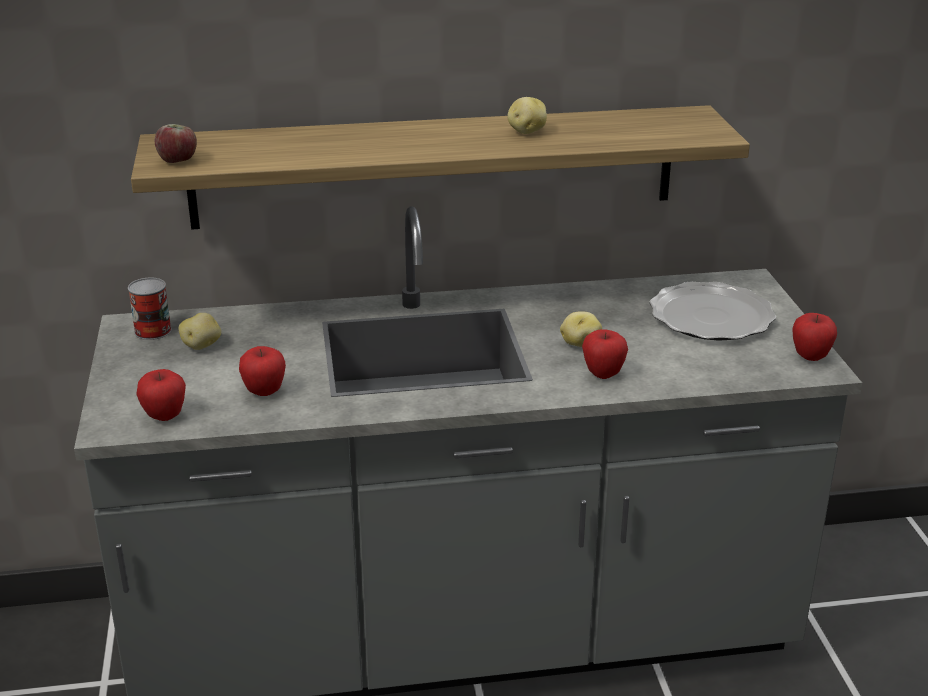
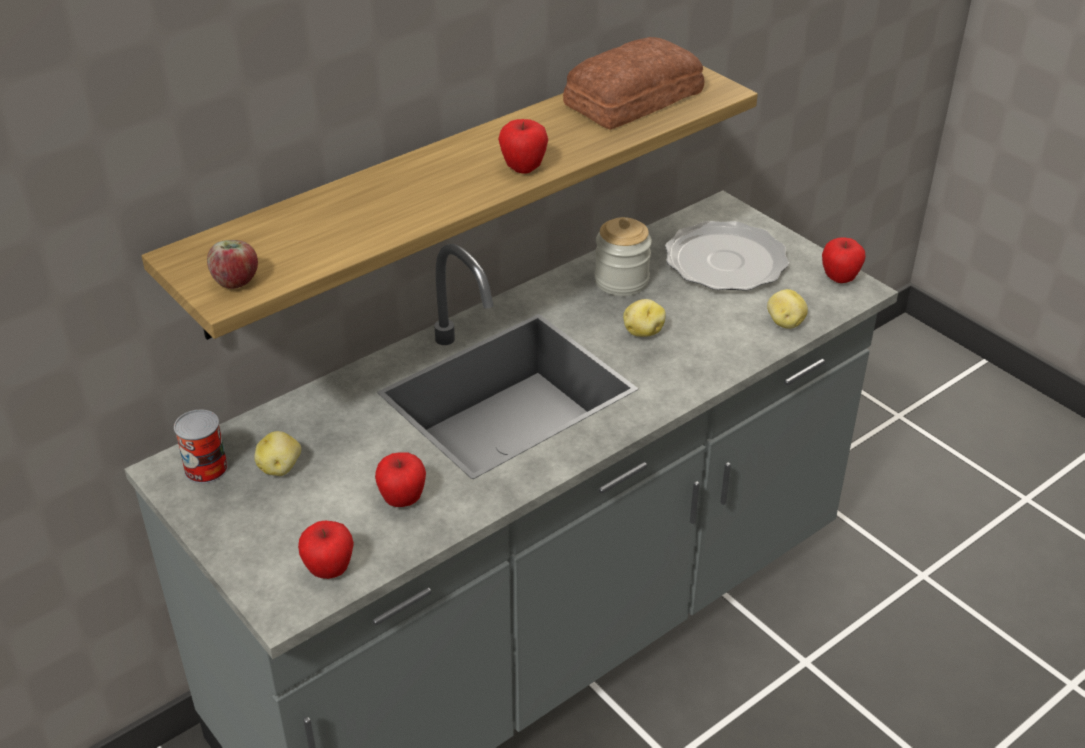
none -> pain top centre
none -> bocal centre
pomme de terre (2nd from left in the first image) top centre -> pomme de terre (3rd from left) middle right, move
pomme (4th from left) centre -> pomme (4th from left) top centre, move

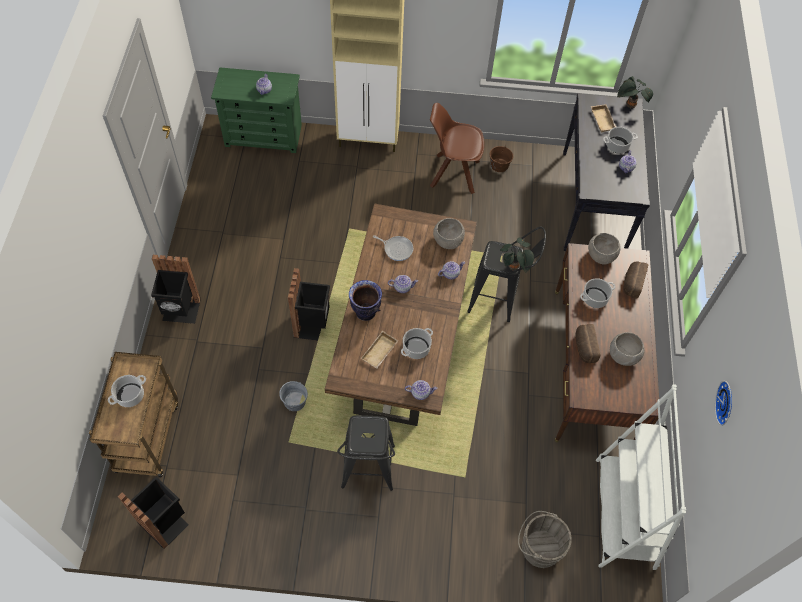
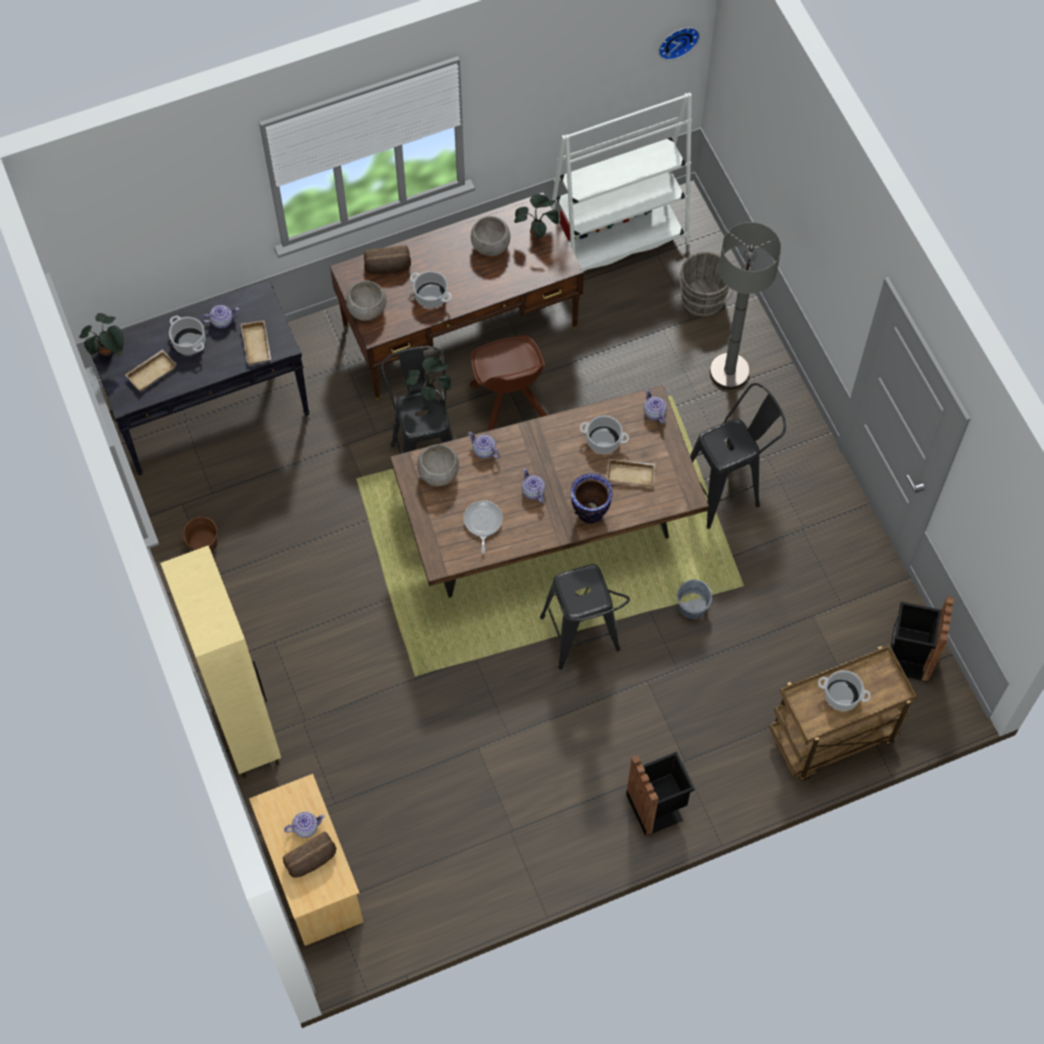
none -> plateau (beige) (2nd from left) top left
none -> plante en pot (3rd from left) top centre
none -> lampadaire (gris) top right
chaise (marron) top centre -> chaise (marron) centre, move
pain (1st from left) middle right -> pain (1st from left) bottom left, move
horloge murale bottom right -> horloge murale top centre, move
poubelle (noir) (3rd from left) centre -> tabouret (noir) (2nd from left) centre
commode (vert) top left -> commode (beige) bottom left

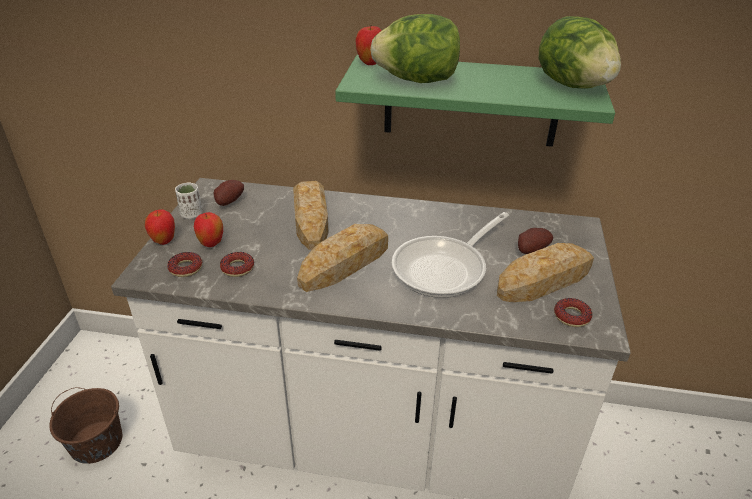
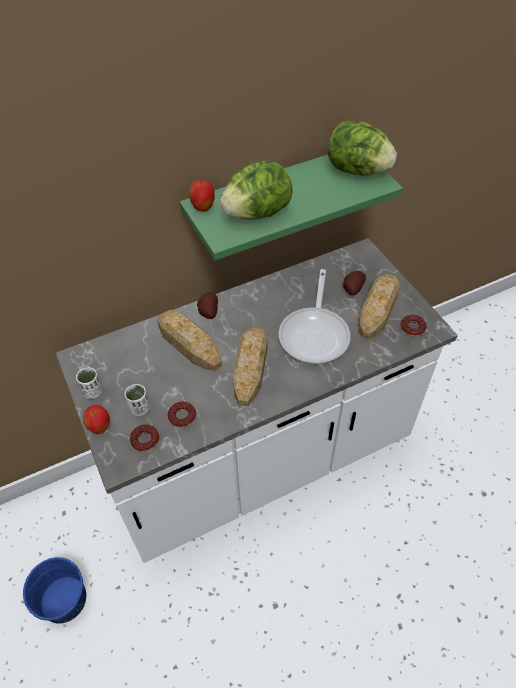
pomme de terre (1st from left) middle left -> pomme de terre (1st from left) centre, move
pomme (2nd from left) middle left -> tasse (blanc) (2nd from left) middle left
seau (marron) bottom left -> seau (bleu) bottom left

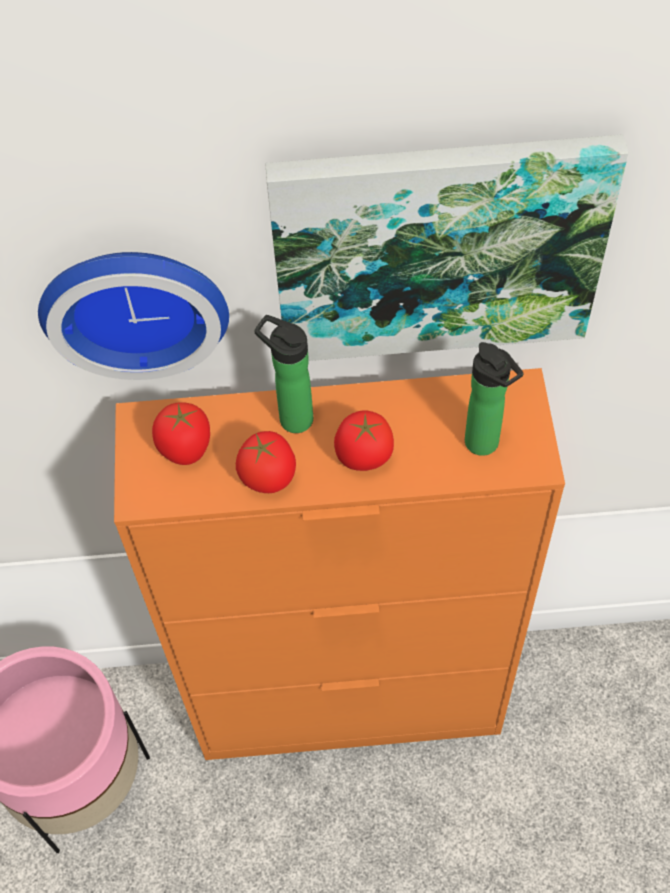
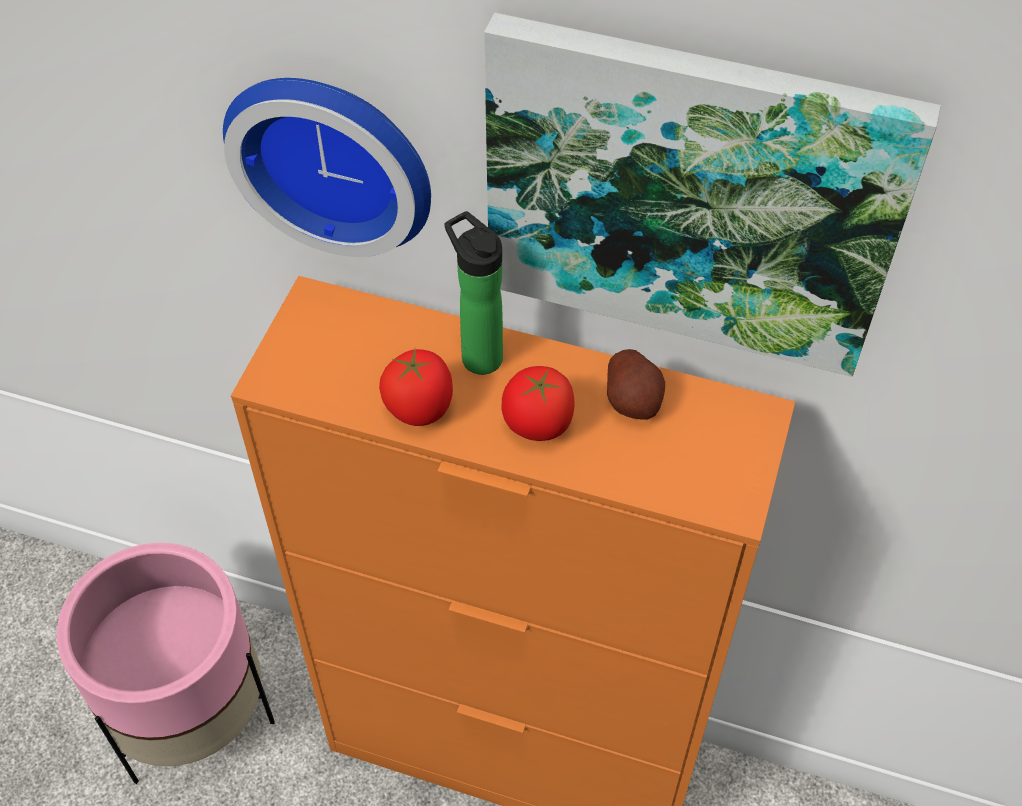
tomate (1st from left) middle left -> none
bouteille (2nd from left) middle right -> none
none -> pomme de terre centre

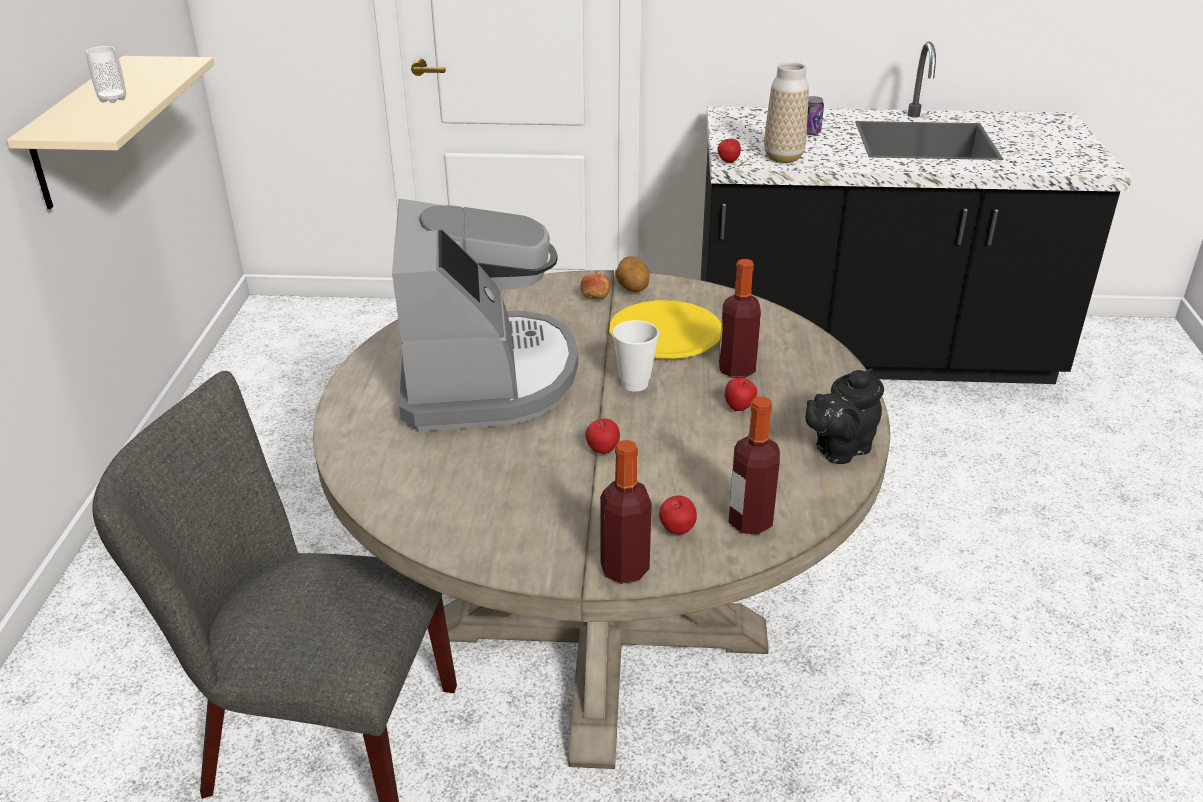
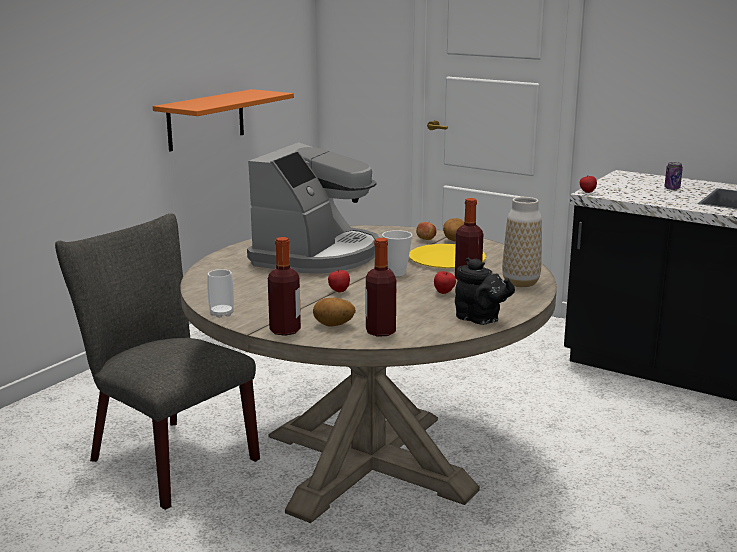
tasse (1st from left) top left -> tasse (1st from left) middle left, move
vase top centre -> vase middle right, move
pomme (3rd from left) centre -> pomme de terre (1st from left) centre
étagère (beige) top left -> étagère (orange) top left
théière (noir) middle right -> théière (noir) centre, 135 degrees counterclockwise

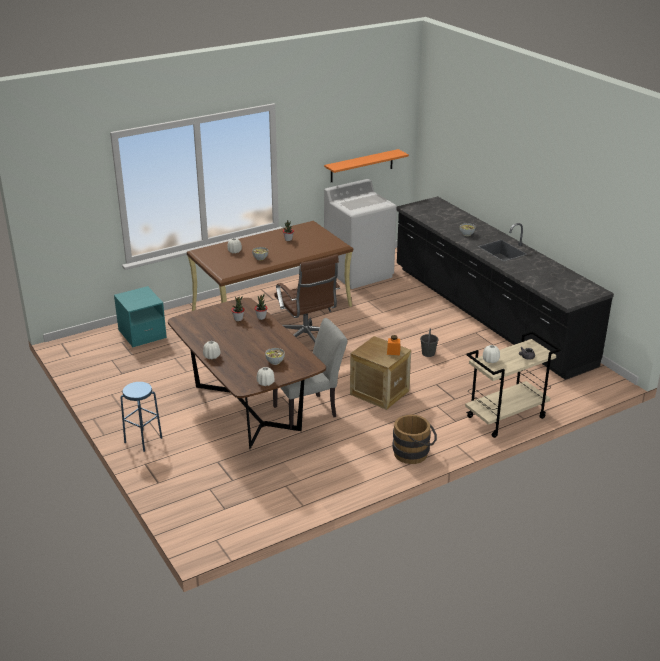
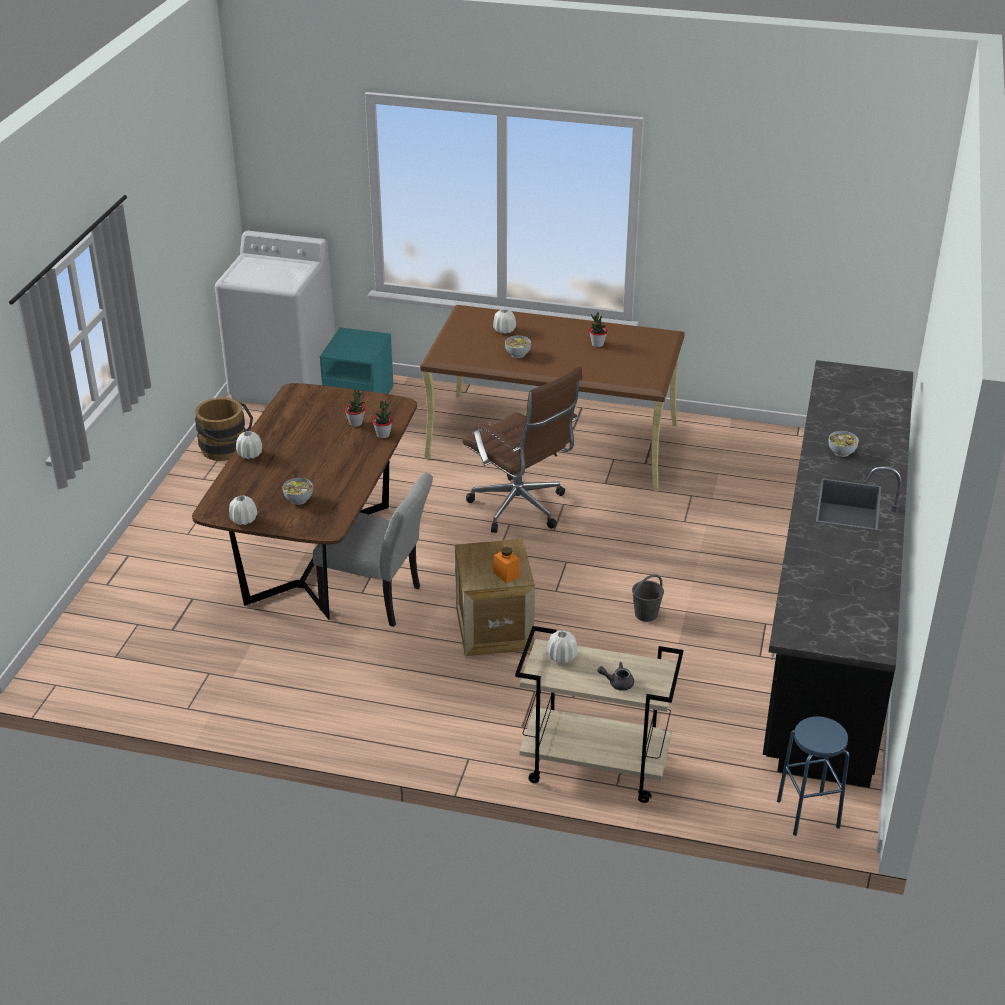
étagère (orange) top centre -> none
tabouret (bleu) middle left -> tabouret (bleu) bottom right, move
lave-linge (blanc) centre -> lave-linge (blanc) top left, move
seau (marron) centre -> seau (marron) middle left, move
chaise de bureau (marron) centre, 60 degrees counterclockwise

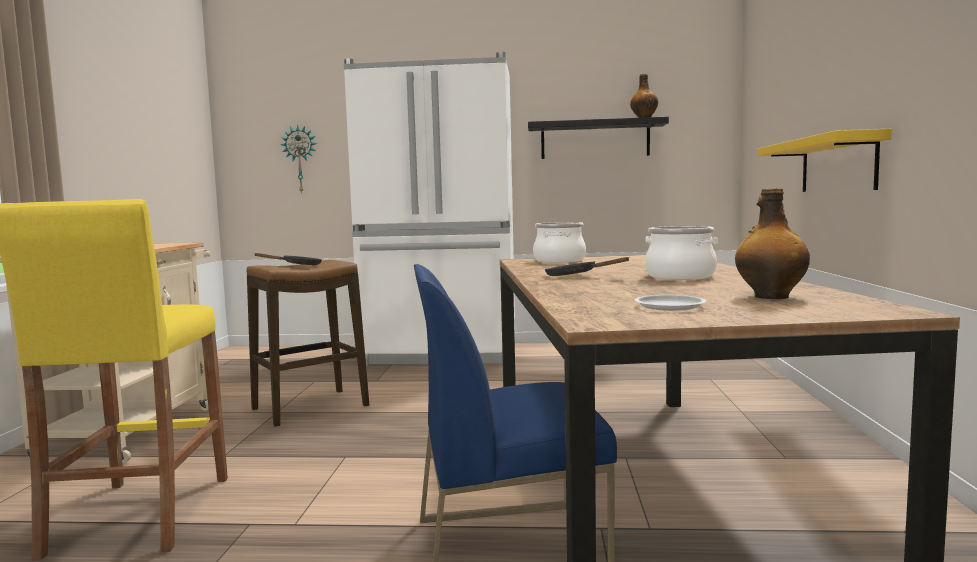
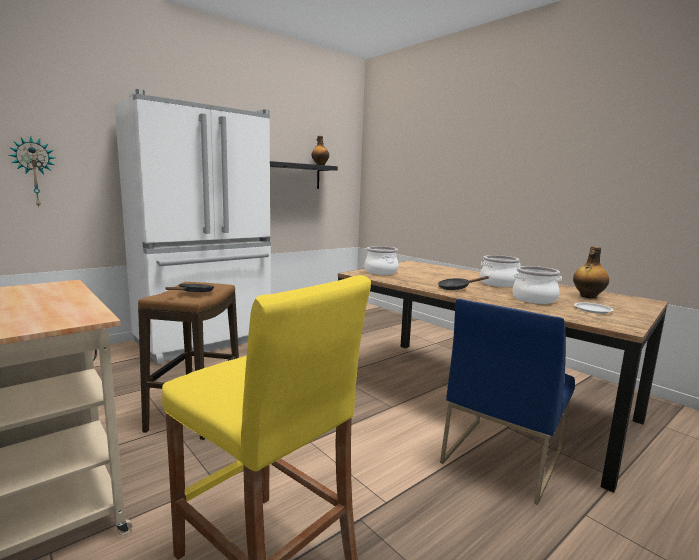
étagère (jaune) top right -> none
none -> marmite (3rd from left) middle right

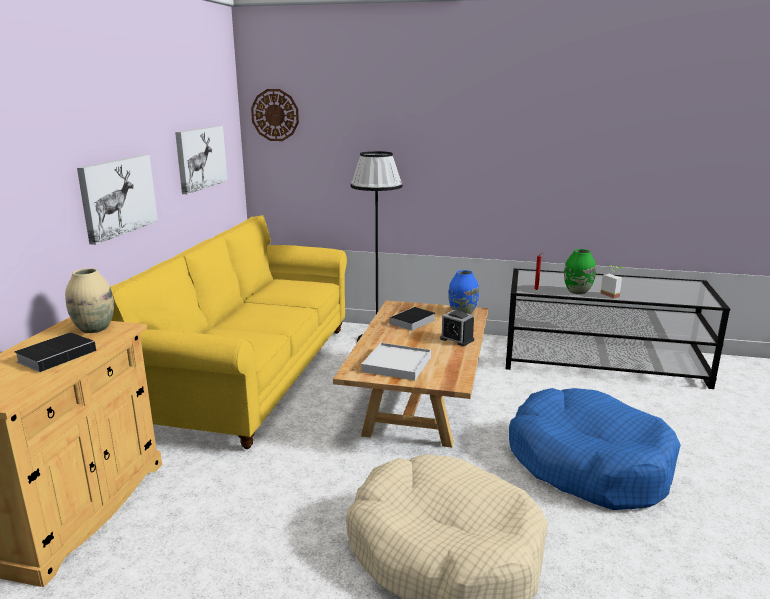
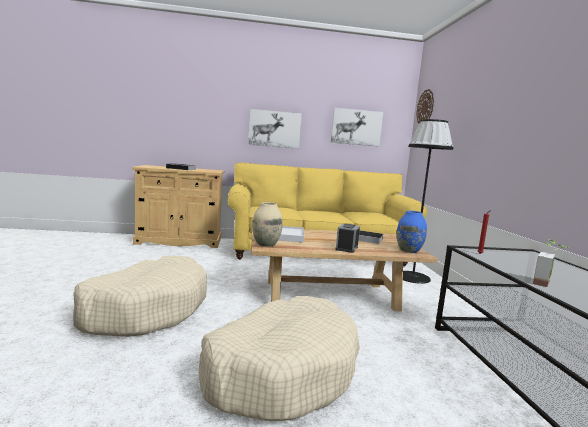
vase (vert) middle right -> none
vase (beige) middle left -> vase (beige) centre, move
panier pour chien (bleu) bottom right -> panier pour chien (beige) (2nd from left) bottom centre

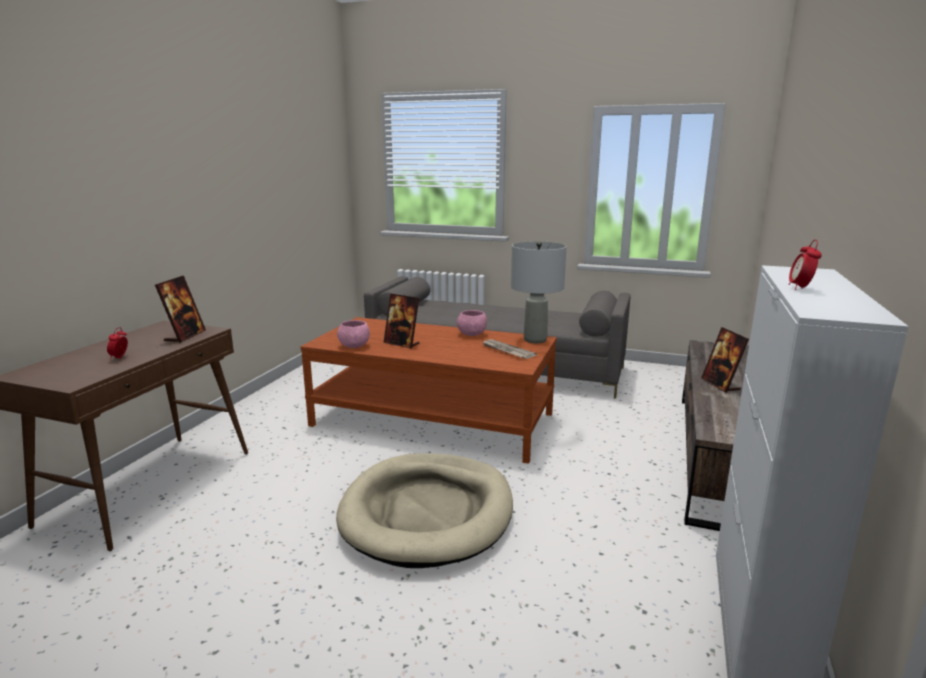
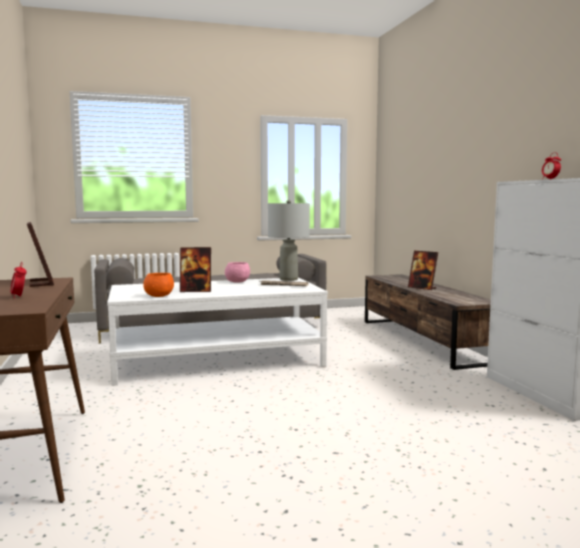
panier pour chien (beige) bottom centre -> none
table basse (marron) centre -> table basse (blanc) centre
bol (rose) (1st from left) centre -> bol (orange) middle left

